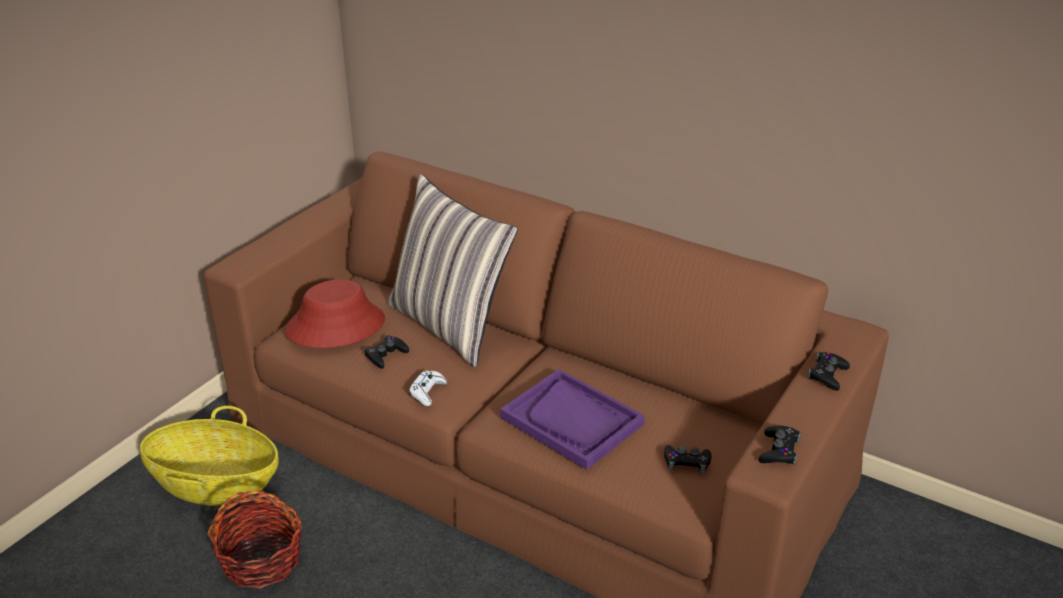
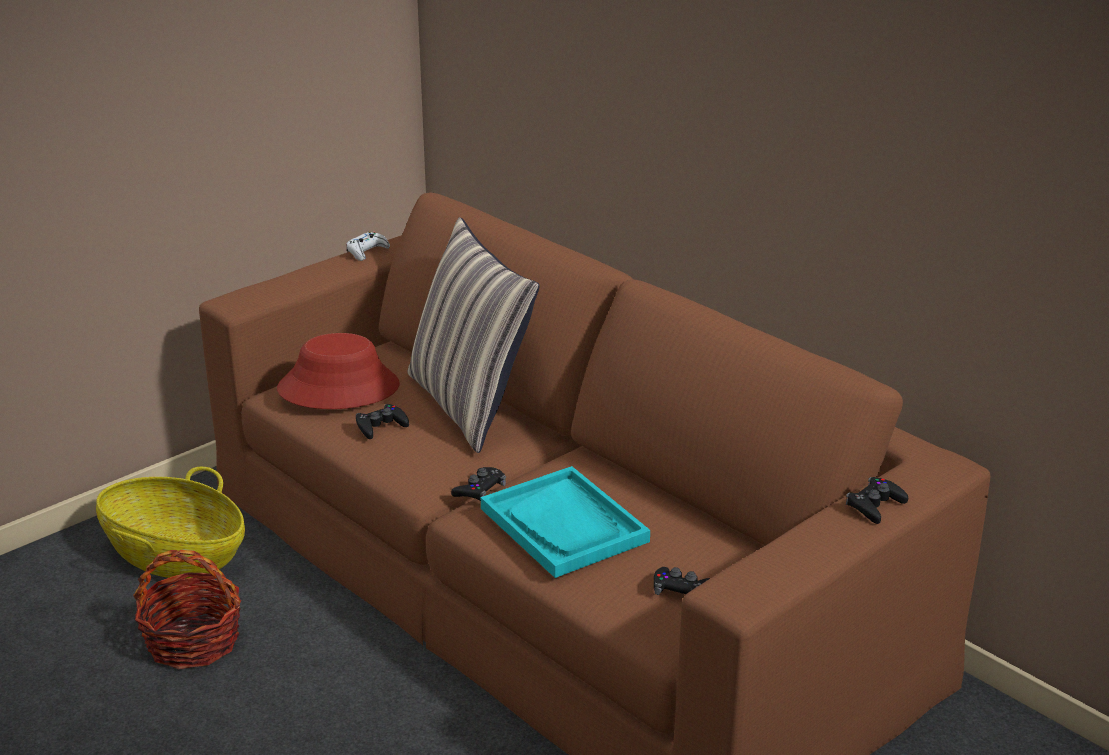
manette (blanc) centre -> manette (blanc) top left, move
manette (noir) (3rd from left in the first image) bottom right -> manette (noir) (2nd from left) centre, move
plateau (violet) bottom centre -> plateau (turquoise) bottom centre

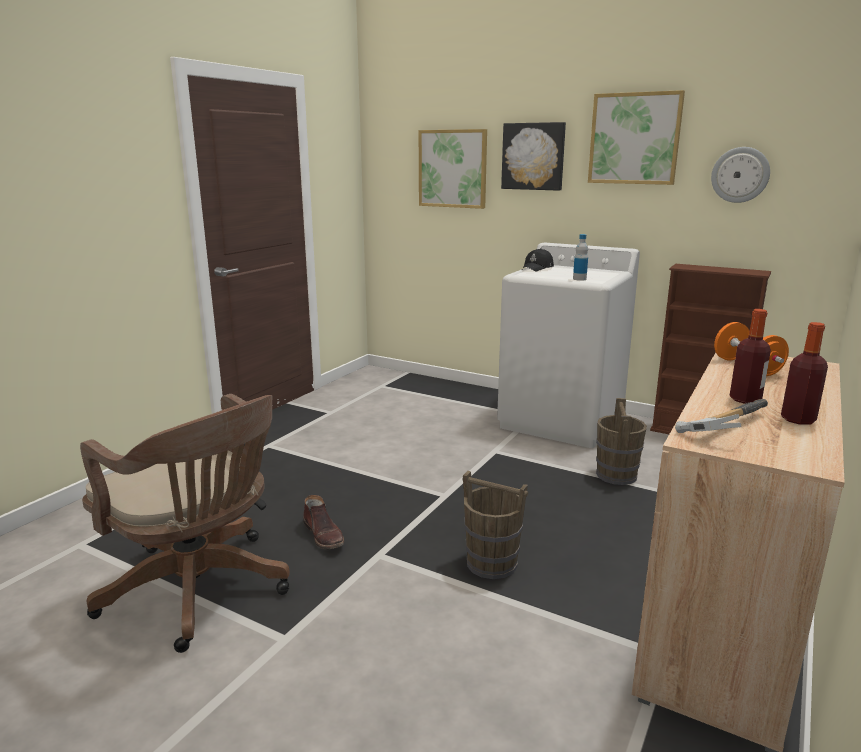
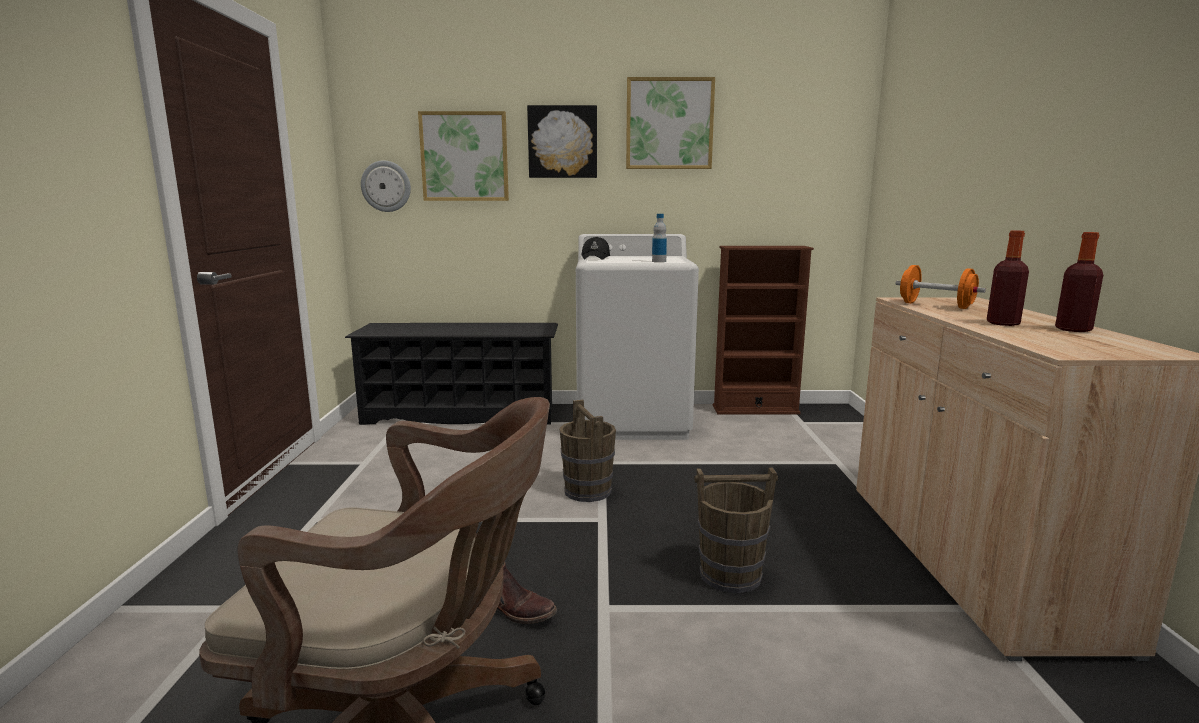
marteau middle right -> none
none -> étagère à chaussures (noir) centre
seau (marron) (2nd from left in the first image) middle right -> seau (marron) (1st from left) centre, move
horloge murale top right -> horloge murale top left, move

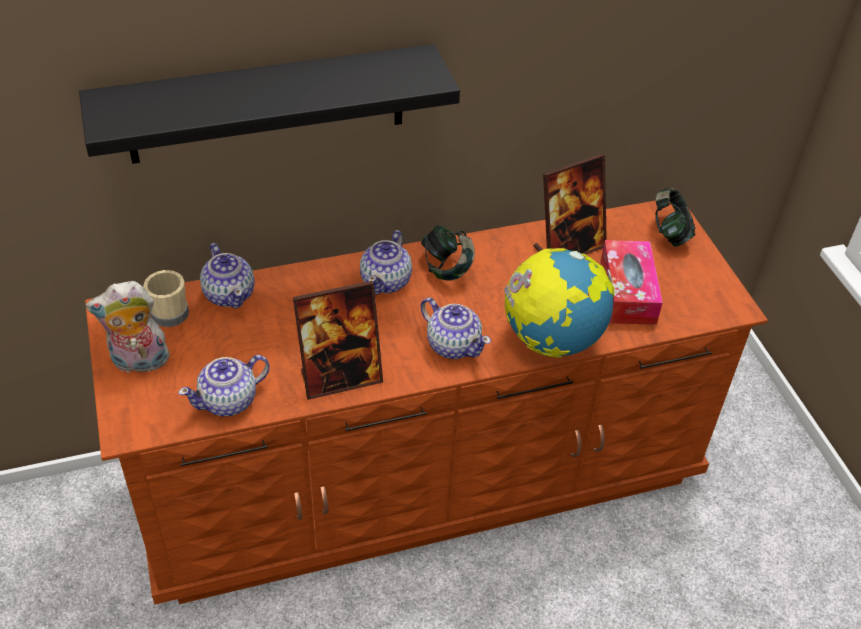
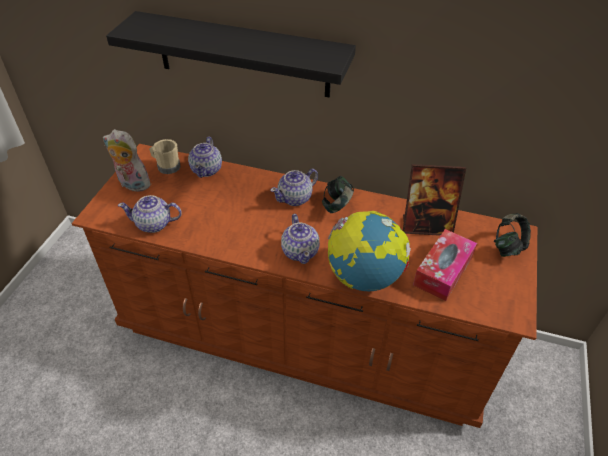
cadre photo (1st from left) centre -> none

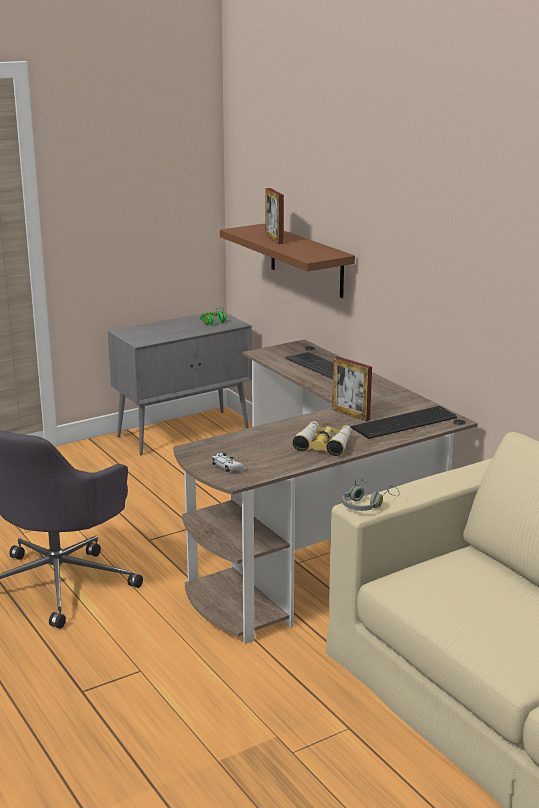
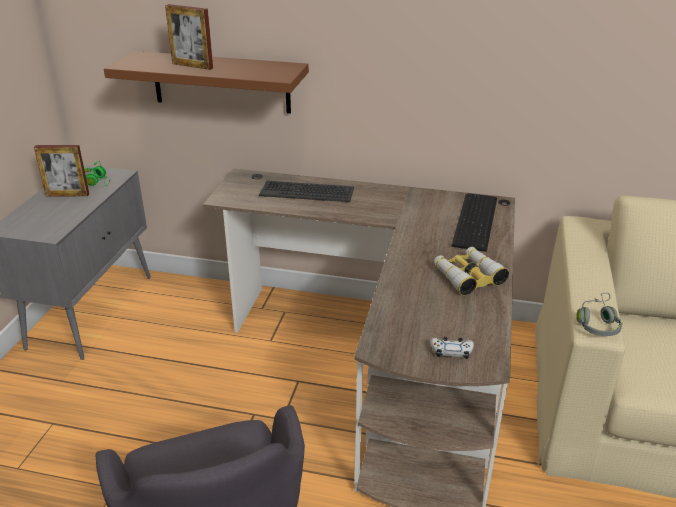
cadre photo (2nd from left in the first image) centre -> cadre photo (1st from left) middle left, move

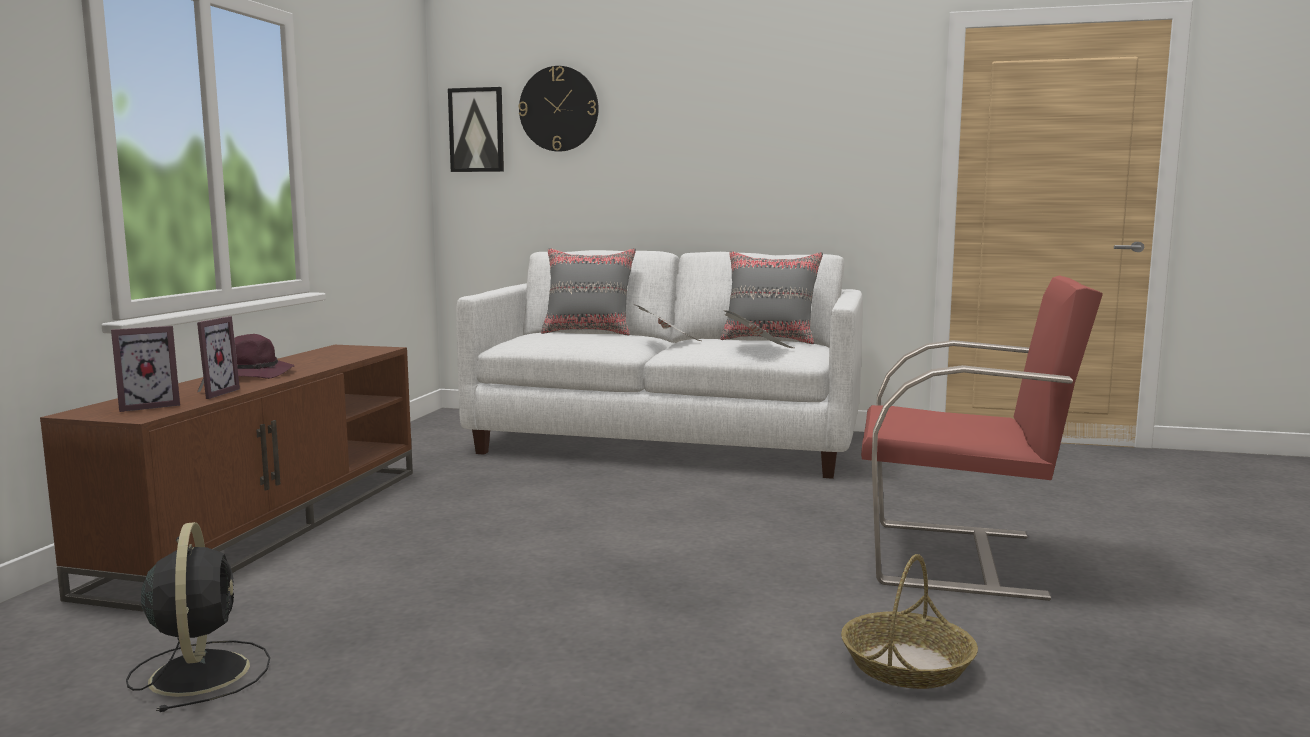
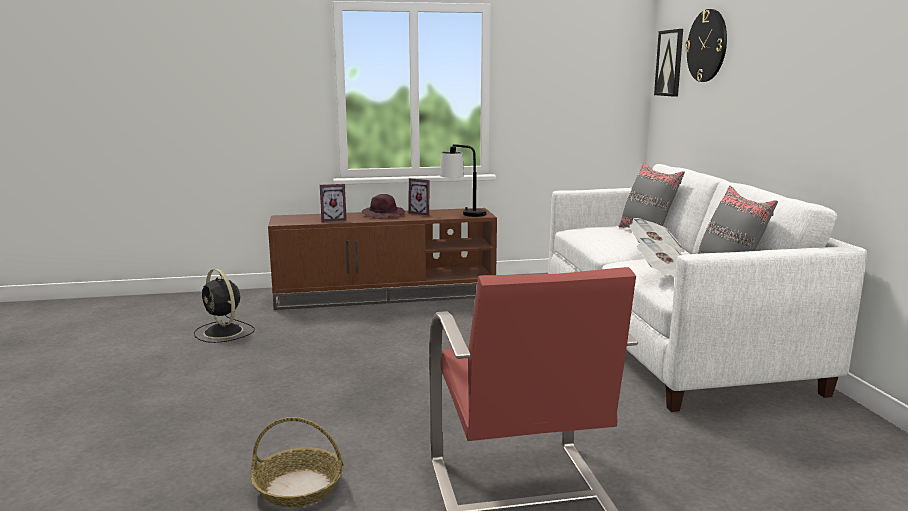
none -> lampe de table centre
cadre photo (1st from left in the first image) middle left -> cadre photo (2nd from left) centre, move
ventilateur (noir) bottom left -> ventilateur (noir) middle left, 90 degrees clockwise

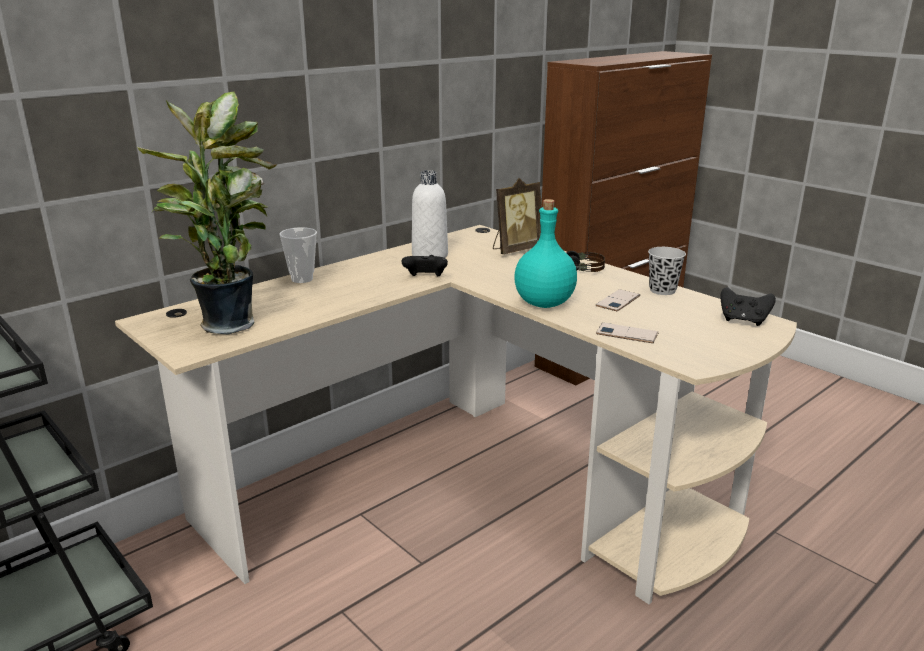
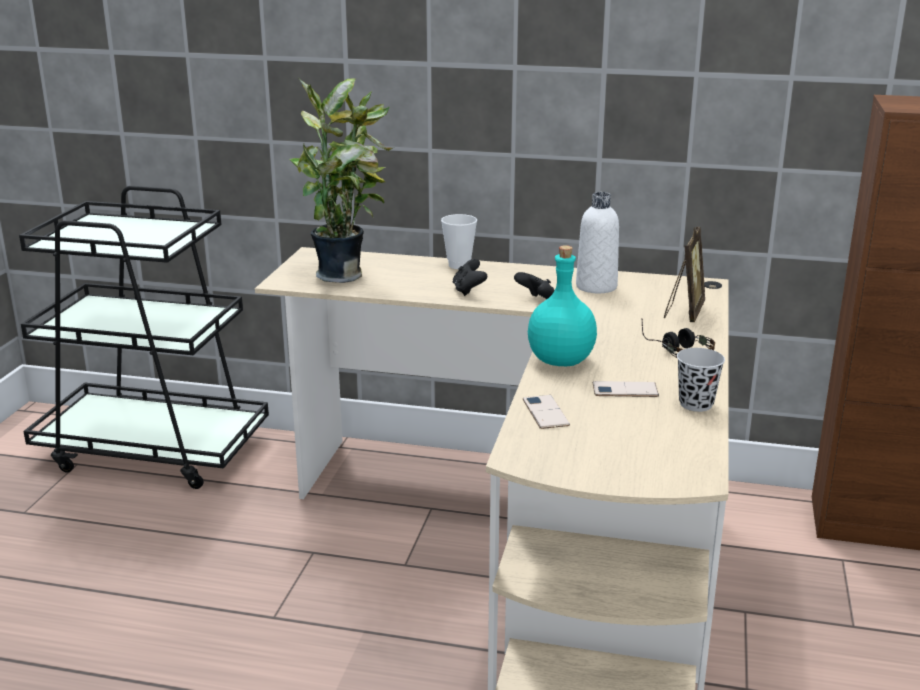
manette (noir) (2nd from left in the first image) middle right -> manette (noir) (1st from left) centre, move
cadre photo top centre -> cadre photo middle right, 90 degrees counterclockwise

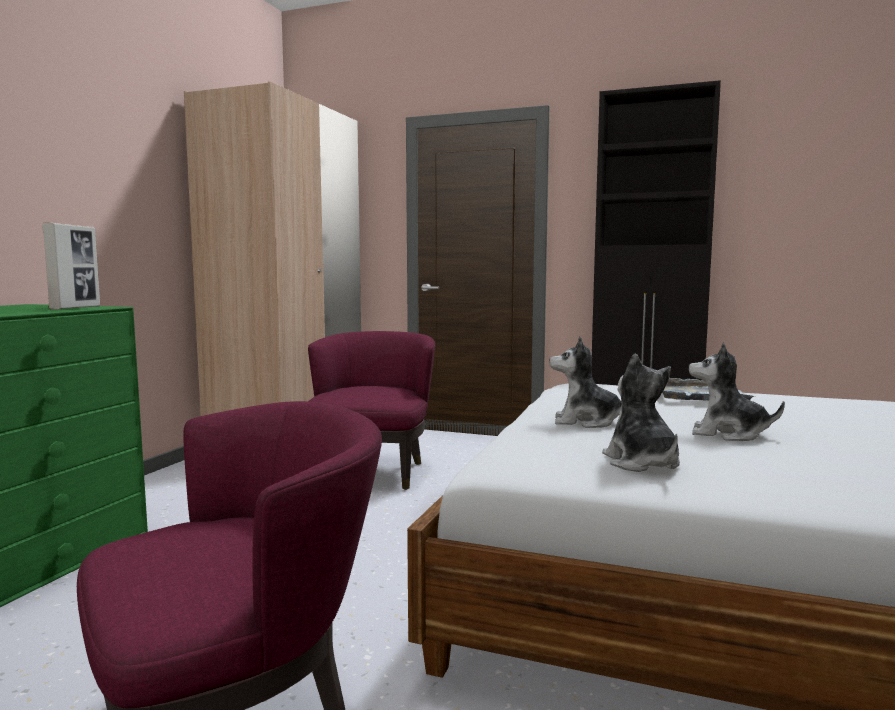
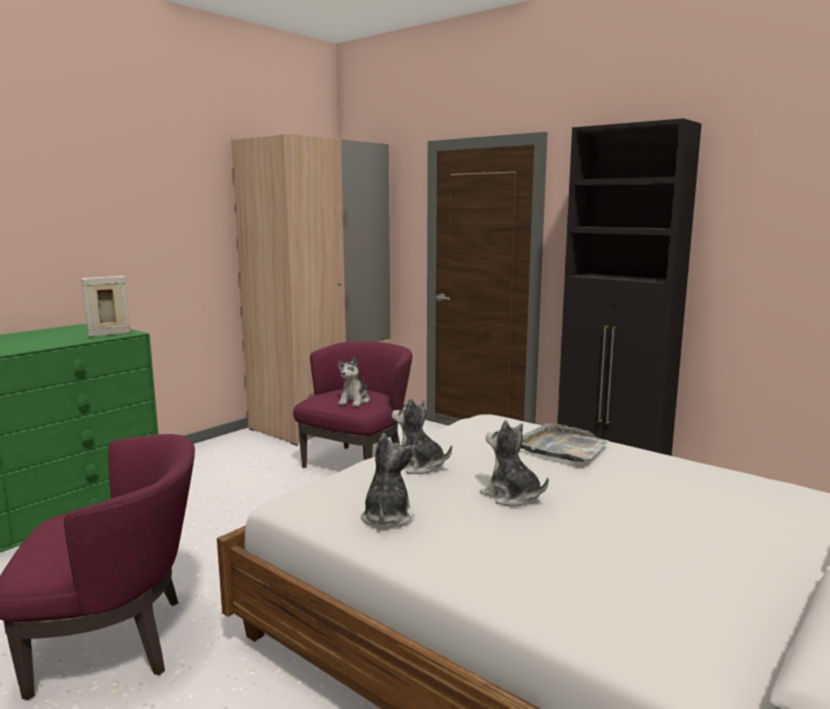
none -> peluche (1st from left) centre
cadre photo middle left, 150 degrees counterclockwise

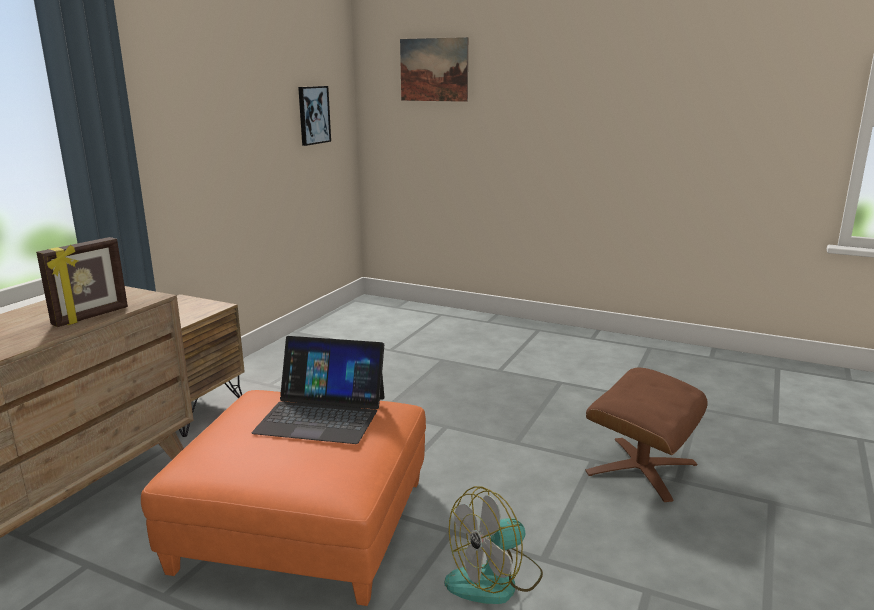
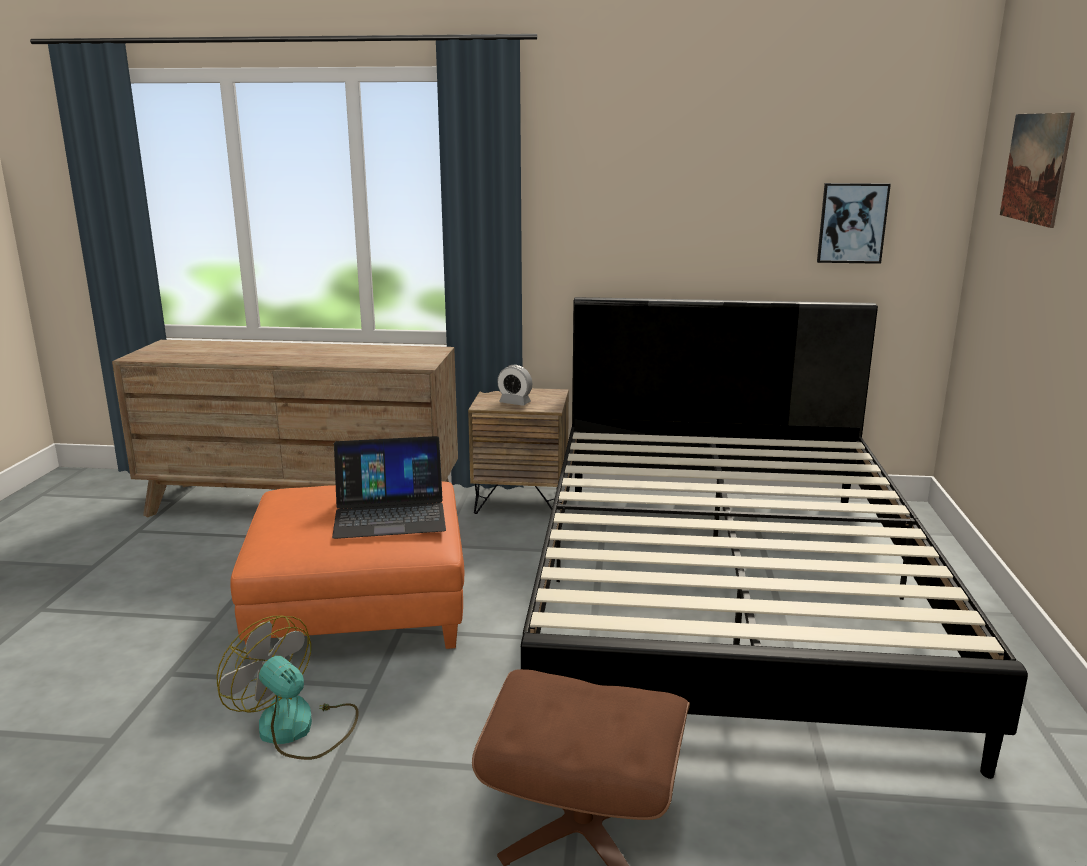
cadre photo middle left -> none
none -> réveil centre
none -> lit (noir) middle right
ordinateur portable centre, 90 degrees counterclockwise

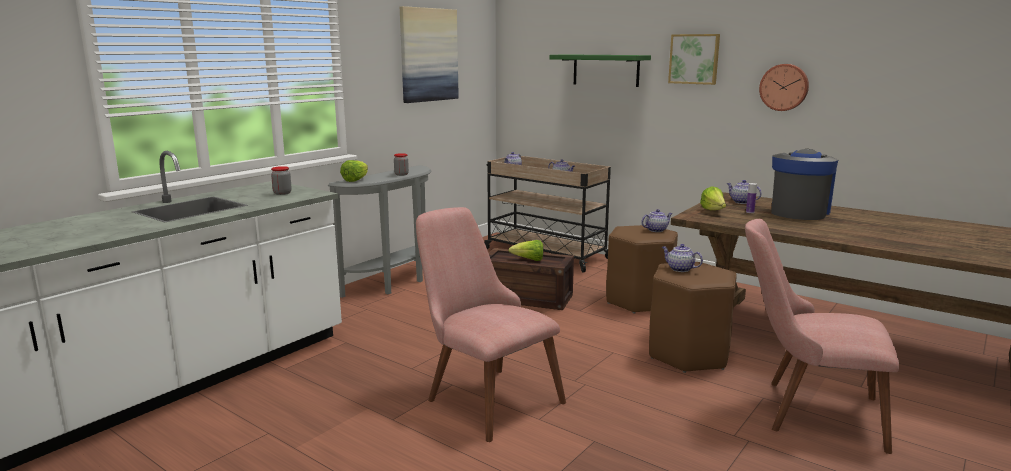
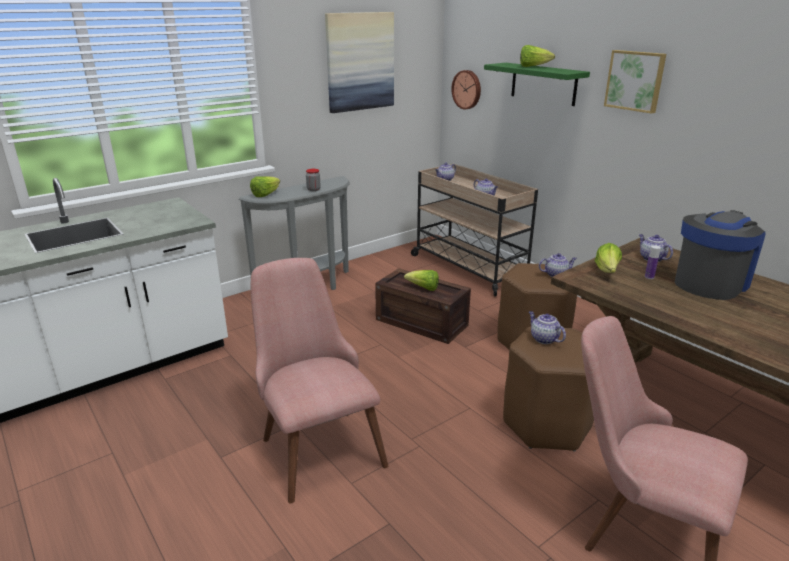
bocal (1st from left) middle left -> none
none -> laitue (3rd from left) top right
horloge murale top right -> horloge murale top centre, move

